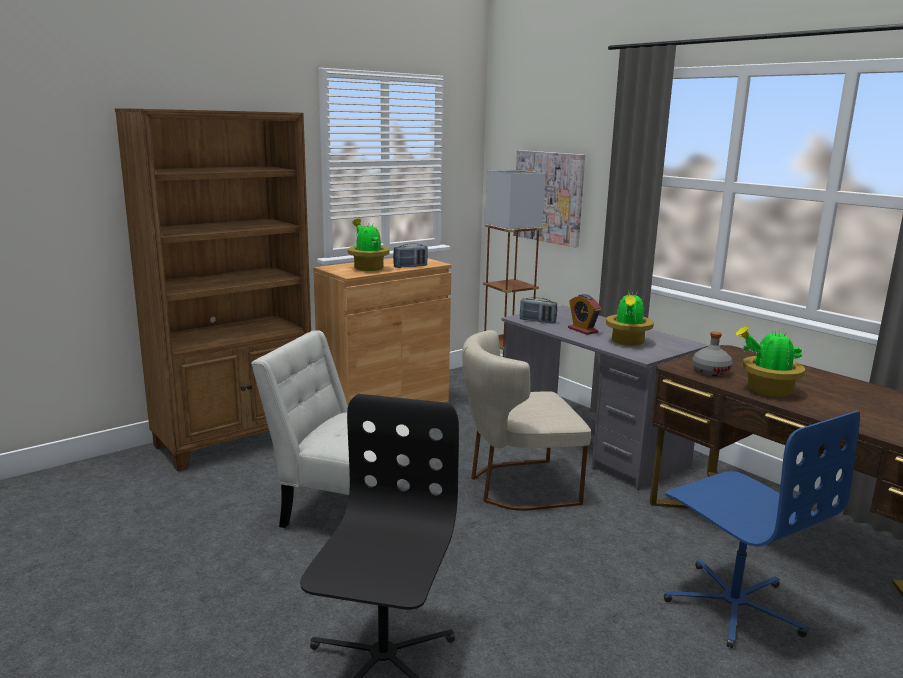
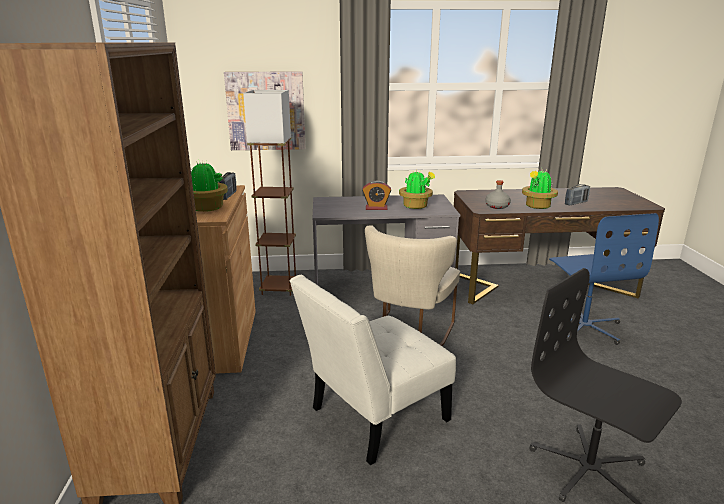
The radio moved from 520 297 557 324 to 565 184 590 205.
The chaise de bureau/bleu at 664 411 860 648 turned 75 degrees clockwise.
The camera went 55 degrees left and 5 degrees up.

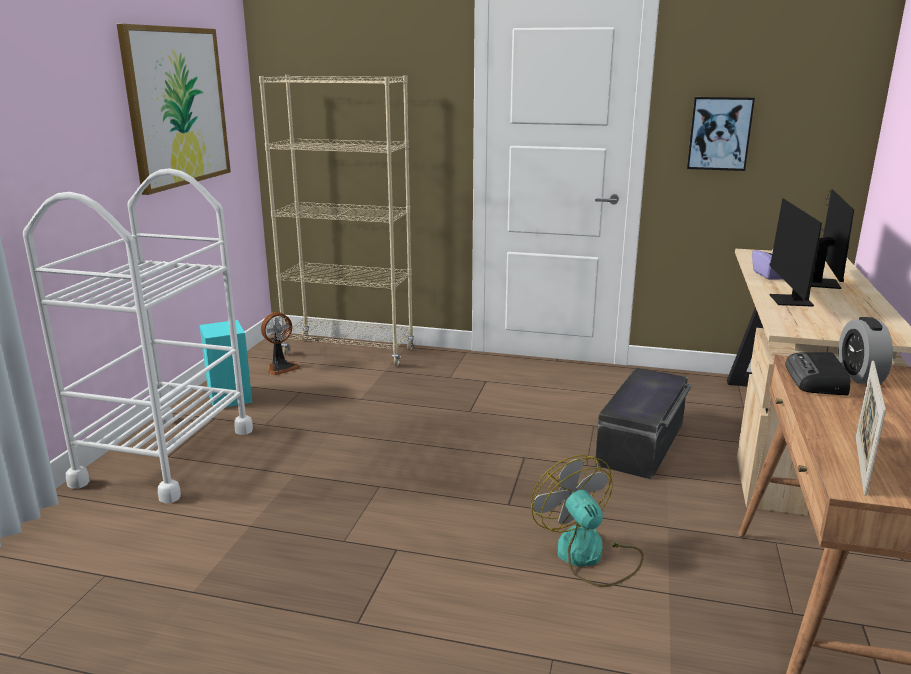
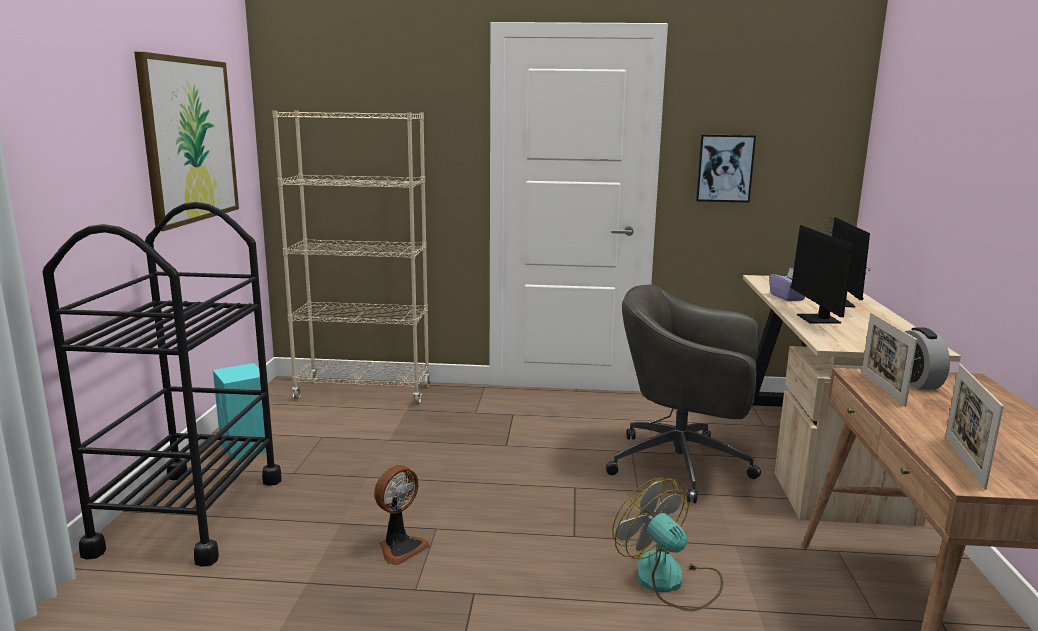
The chariot/blanc at 23 168 253 503 became the chariot/noir at 42 202 282 567.
The ventilateur moved from 261 312 300 376 to 374 465 430 565.
The boîte de rangement/noir at 595 368 691 480 was replaced by the chaise de bureau/gris at 606 284 761 503.
The radio at 785 352 851 396 was replaced by the cadre photo at 861 312 917 407.
The camera went 10 degrees left and 5 degrees down.

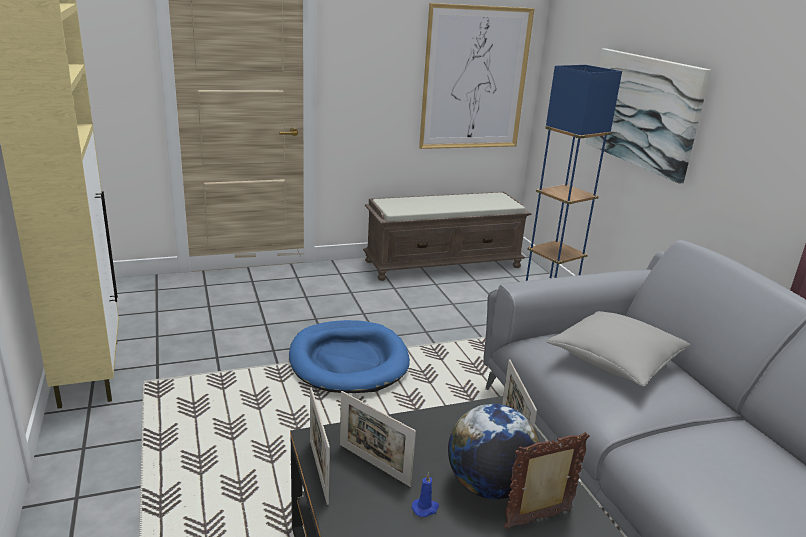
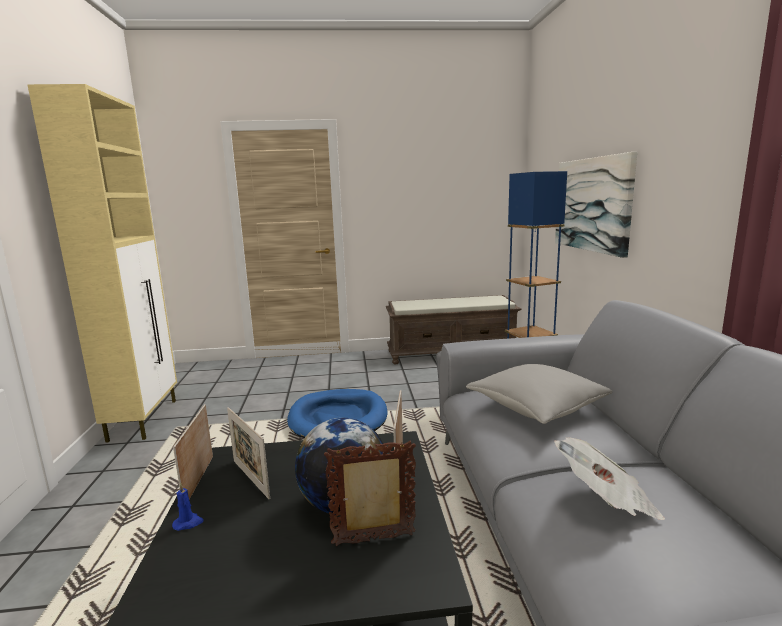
The bougie/bleu moved from 412 472 439 517 to 172 483 204 531.
The tableau at 419 3 535 149 disappeared.
The journal at 554 437 665 520 appeared.
The camera went 15 degrees right and 10 degrees down.

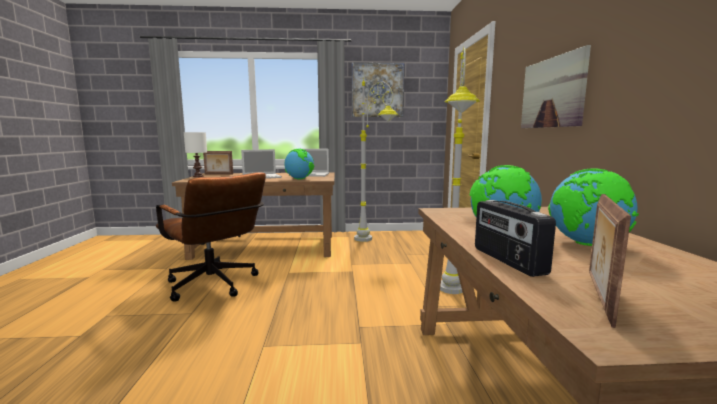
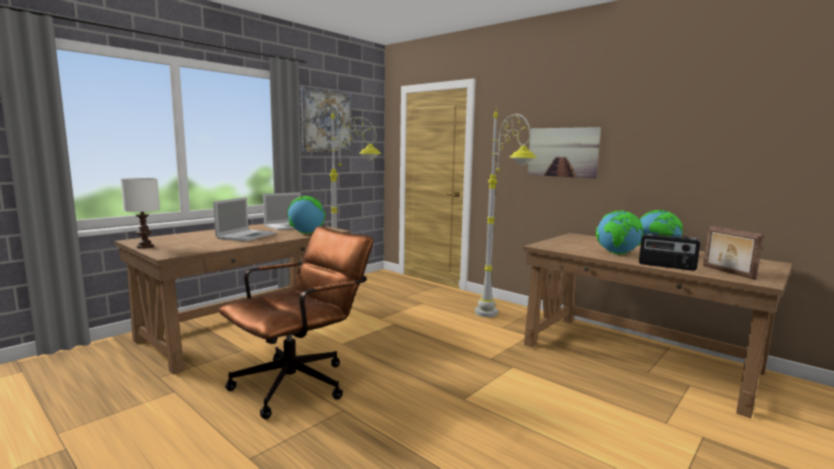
The chaise de bureau/marron at 156 172 266 302 turned 45 degrees counterclockwise.
The cadre photo at 203 151 233 175 disappeared.
The camera went 45 degrees left and 0 degrees up.

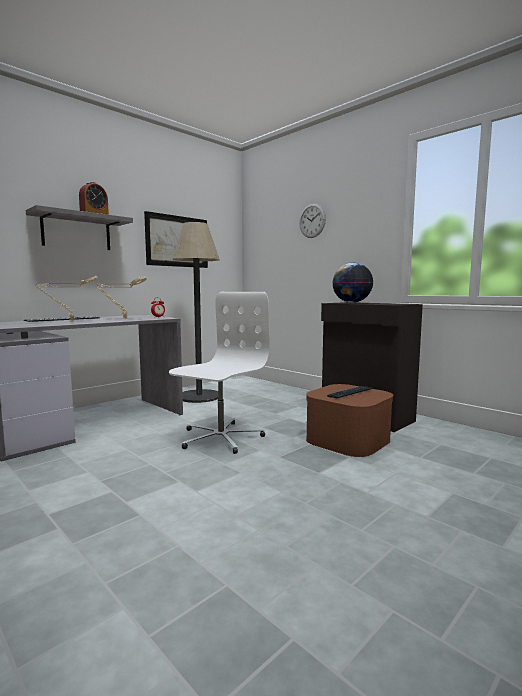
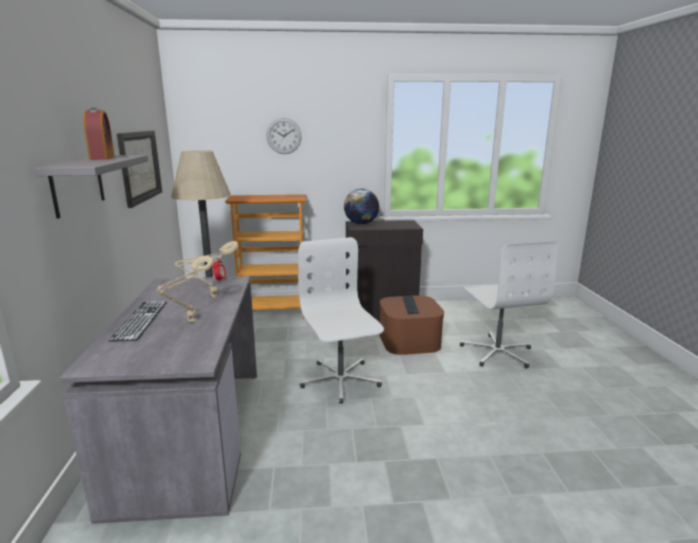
The bibliothèque at 225 194 306 318 appeared.
The chaise de bureau/blanc at 460 241 558 368 appeared.
The camera went 50 degrees left and 10 degrees up.

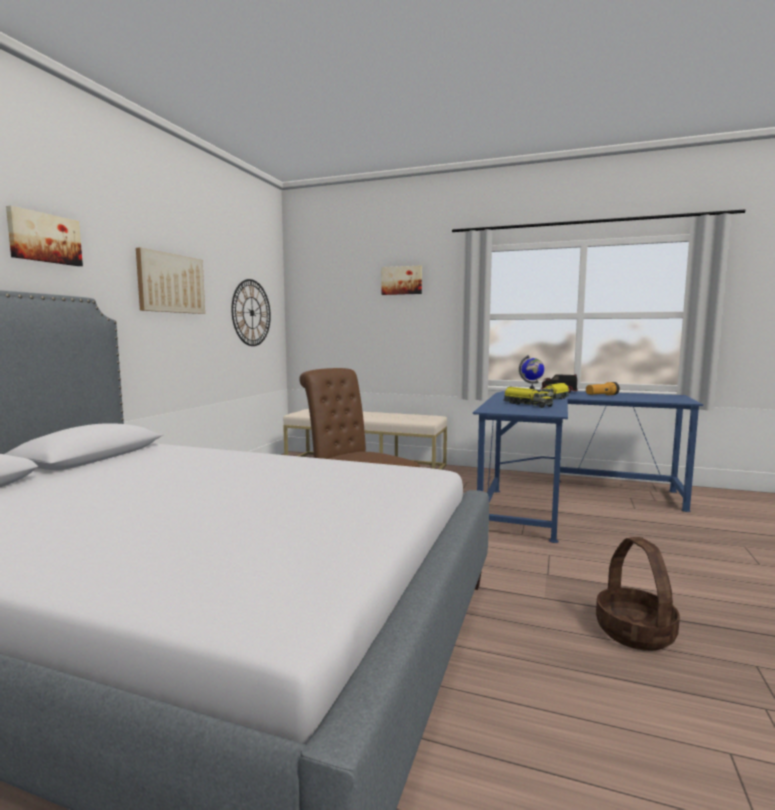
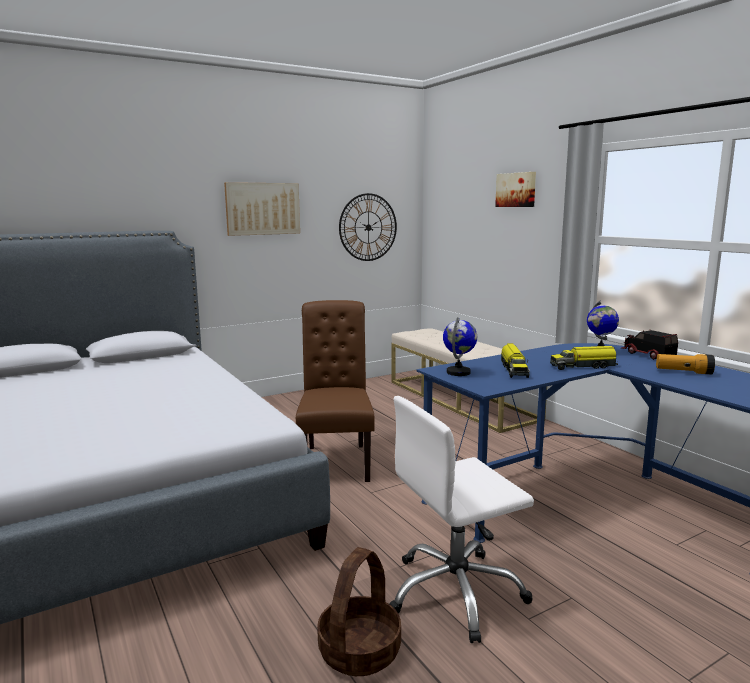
The tableau at 6 206 83 266 disappeared.
The chaise de bureau/blanc at 389 396 534 643 appeared.
The globe at 443 317 477 376 appeared.
The camera went 40 degrees right and 5 degrees up.

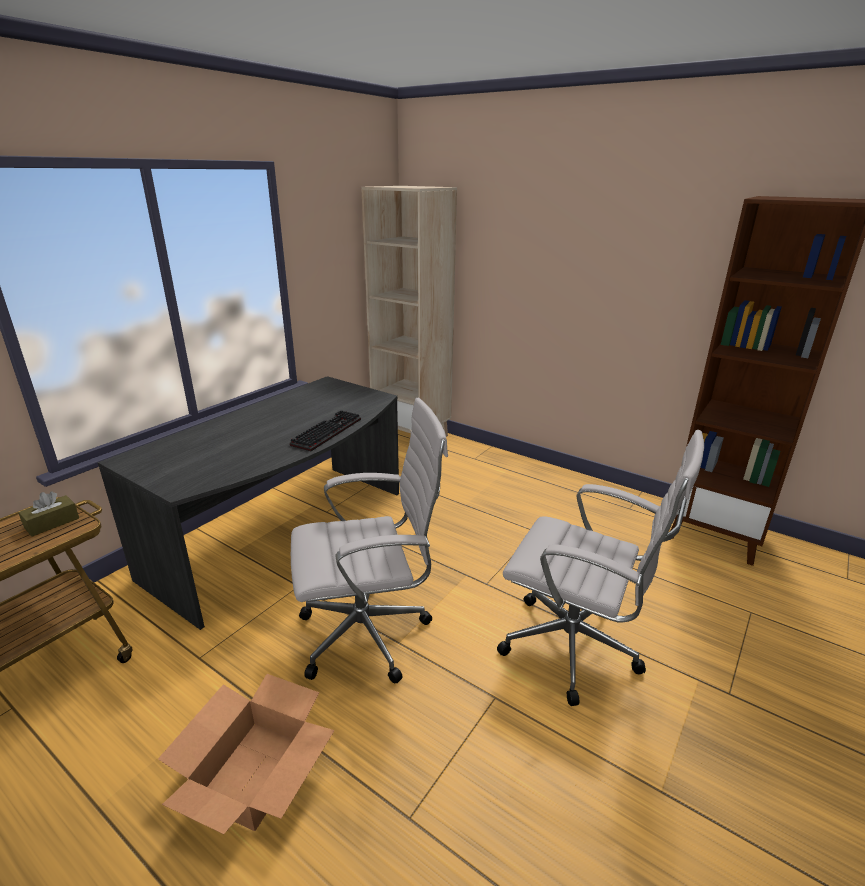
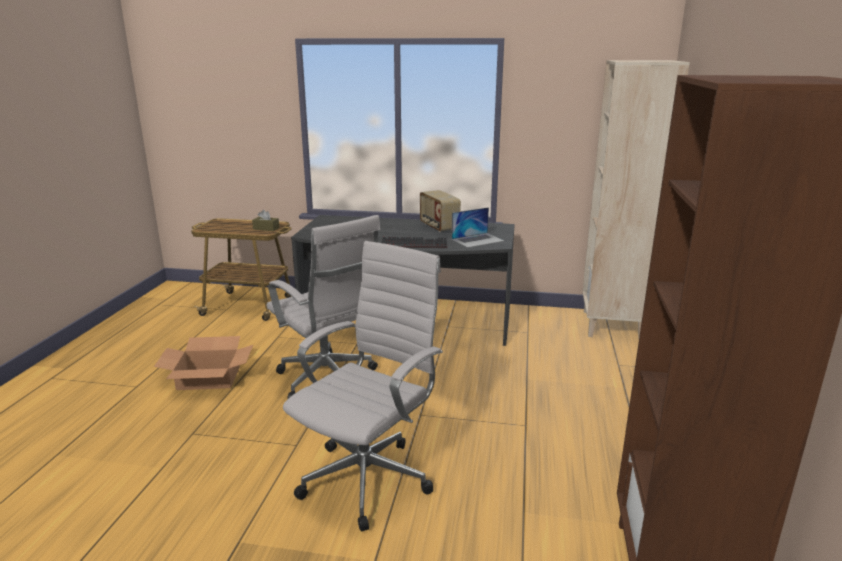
The chaise de bureau/blanc at 497 430 704 706 turned 150 degrees counterclockwise.
The radio at 420 190 461 232 appeared.
The ordinateur portable at 452 207 504 248 appeared.
The camera went 65 degrees right and 5 degrees down.

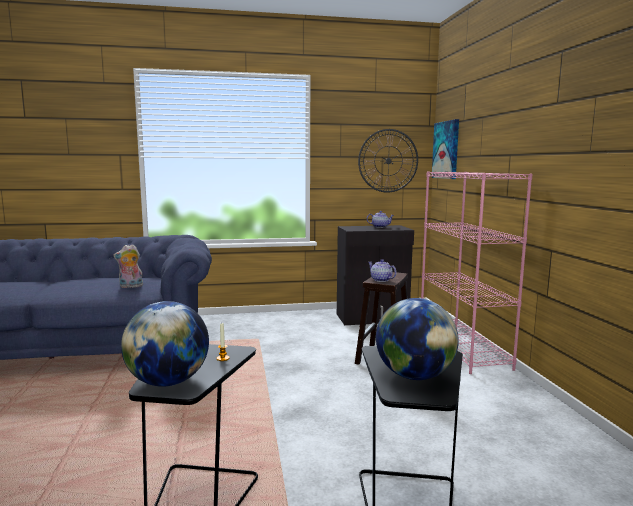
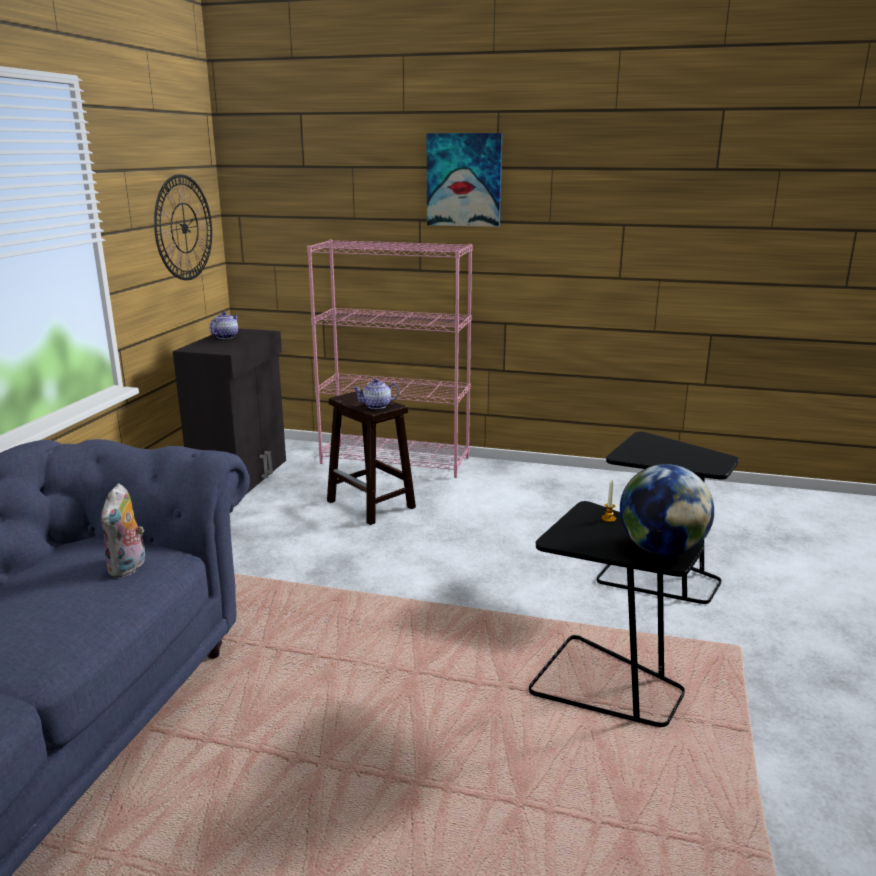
The globe at 376 298 459 380 disappeared.
The tableau moved from 432 119 459 179 to 427 133 502 227.
The camera went 65 degrees left and 10 degrees up.

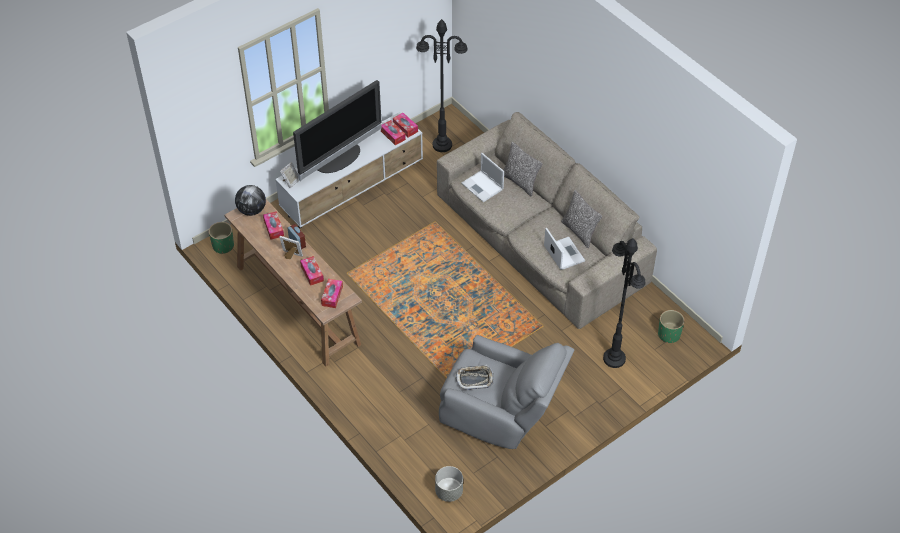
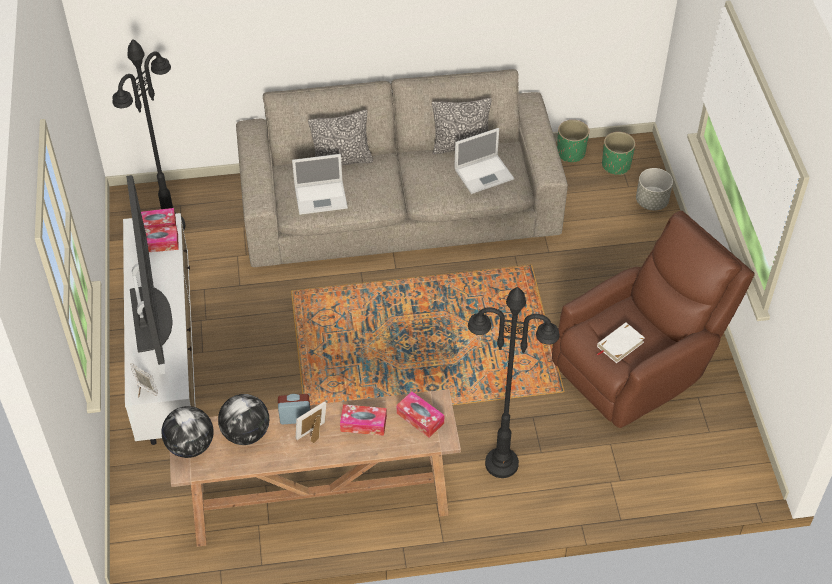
The cache-pot/vert moved from 209 222 234 254 to 557 120 589 162.
The boîte à mouchoirs at 263 211 284 240 was replaced by the globe at 218 394 269 445.
The cache-pot/gris moved from 435 466 463 502 to 636 168 673 210.
The fauteuil/gris at 439 335 575 449 became the fauteuil/marron at 552 211 755 428.
The plateau at 455 365 493 390 was replaced by the livre/blanc at 597 322 645 363.
The ordinateur portable at 544 228 585 270 turned 150 degrees clockwise.
The lampadaire/noir moved from 603 238 646 368 to 468 287 559 478.
The camera went 60 degrees left and 0 degrees up.

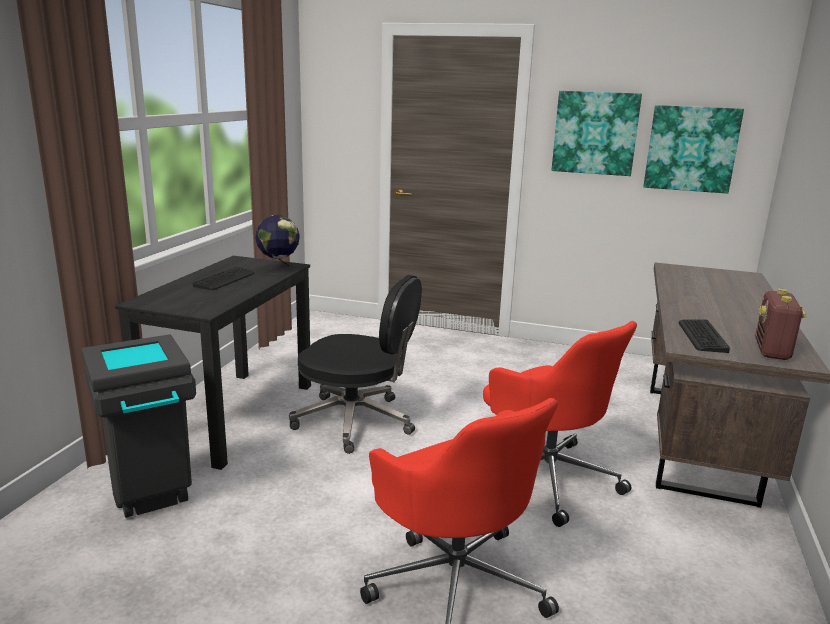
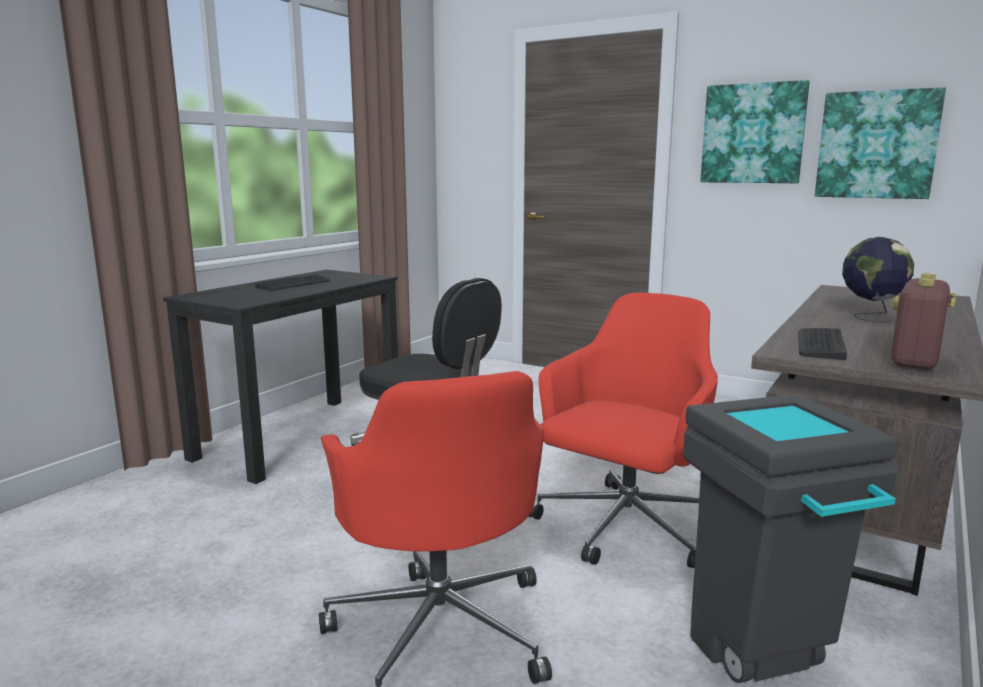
The poubelle/gris moved from 82 334 196 518 to 683 394 898 683.
The globe moved from 255 215 300 274 to 842 237 914 322.
The chaise de bureau/rouge at 483 321 637 527 turned 120 degrees counterclockwise.
The camera went 15 degrees right and 5 degrees down.

